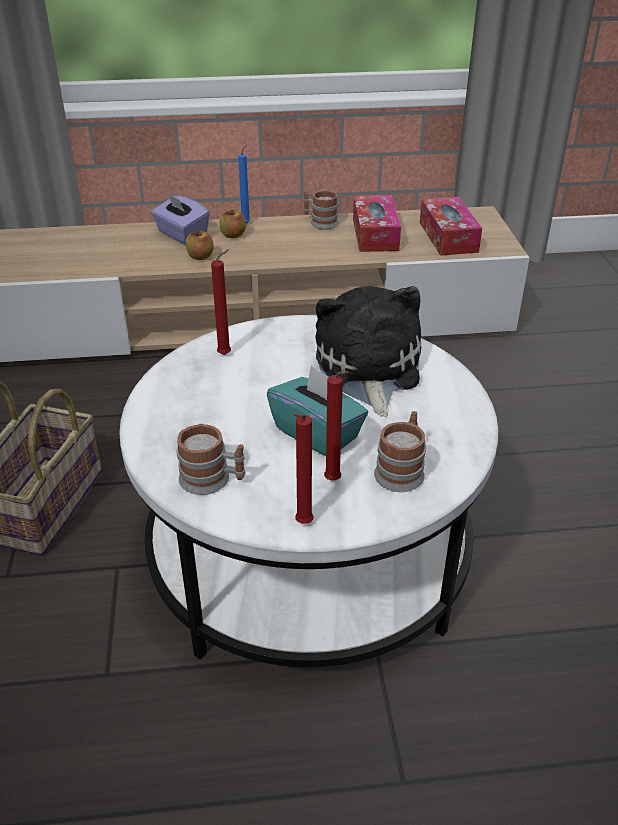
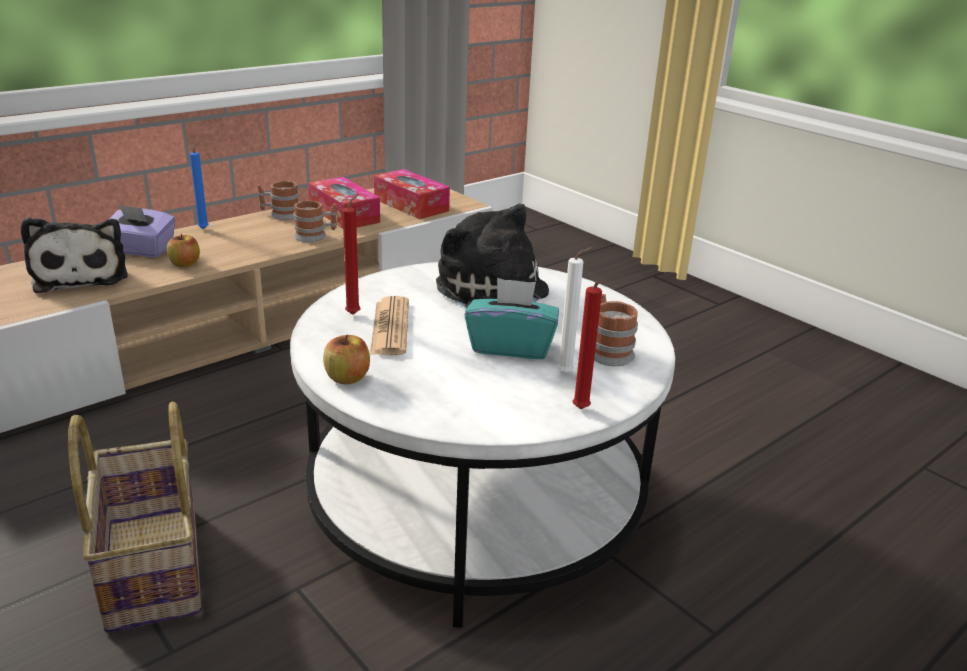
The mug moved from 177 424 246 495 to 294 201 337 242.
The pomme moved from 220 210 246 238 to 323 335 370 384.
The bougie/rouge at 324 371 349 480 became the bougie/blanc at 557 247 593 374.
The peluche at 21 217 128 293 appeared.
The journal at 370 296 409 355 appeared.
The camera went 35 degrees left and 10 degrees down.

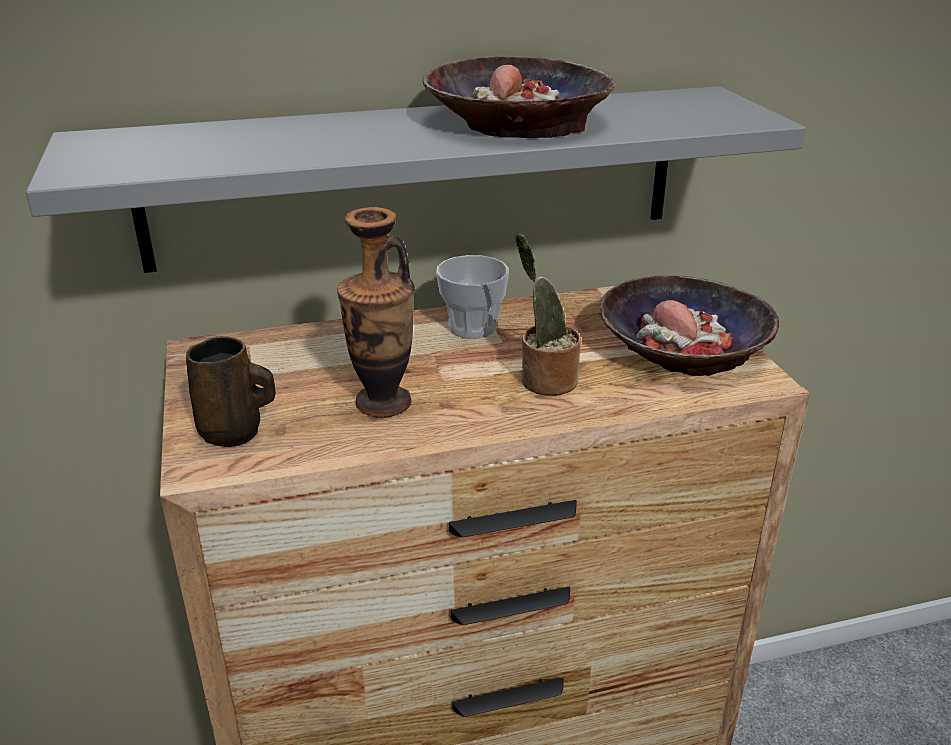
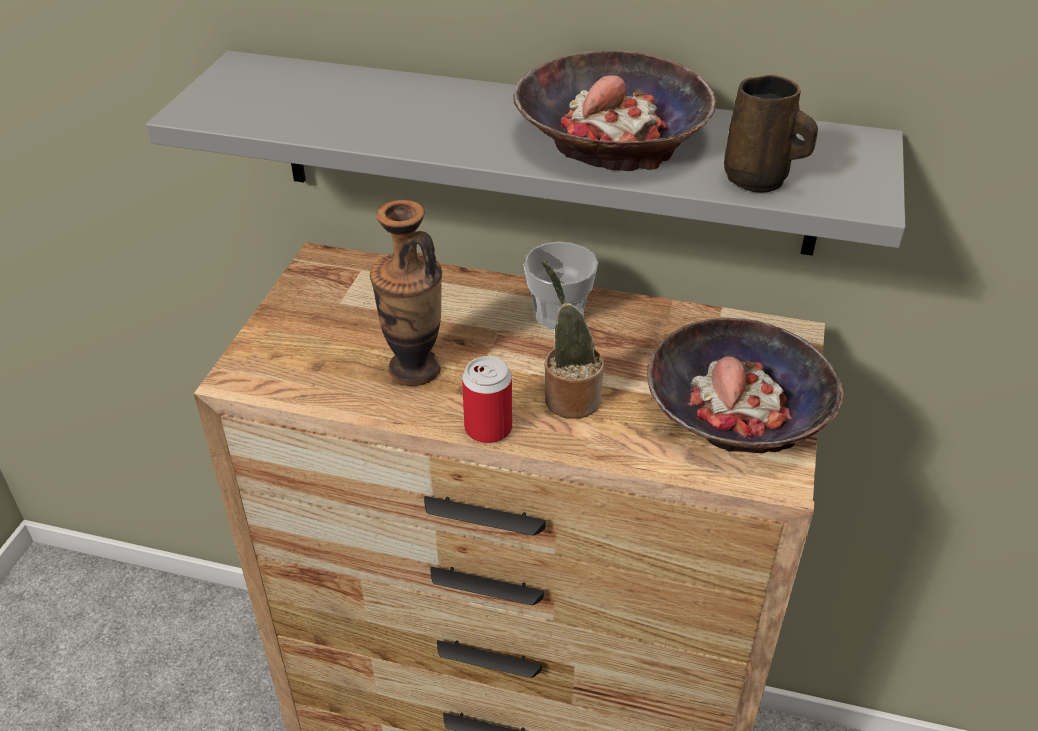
The mug/marron moved from 186 336 276 447 to 724 75 818 193.
The boîte métallique at 462 356 512 443 appeared.
The camera went 30 degrees right and 10 degrees up.

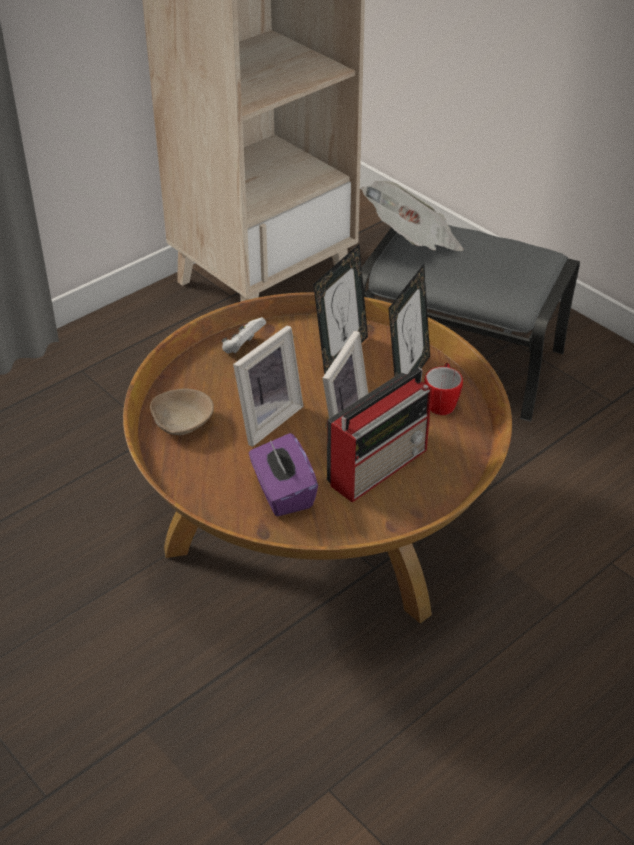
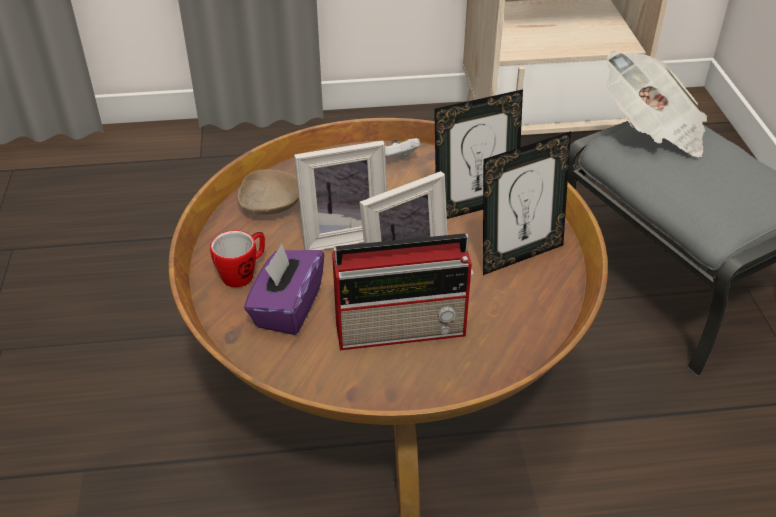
The mug moved from 424 363 463 415 to 210 230 265 287.
The camera went 35 degrees right and 0 degrees up.

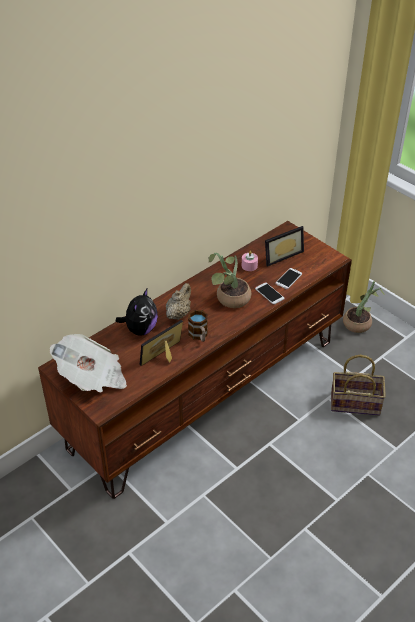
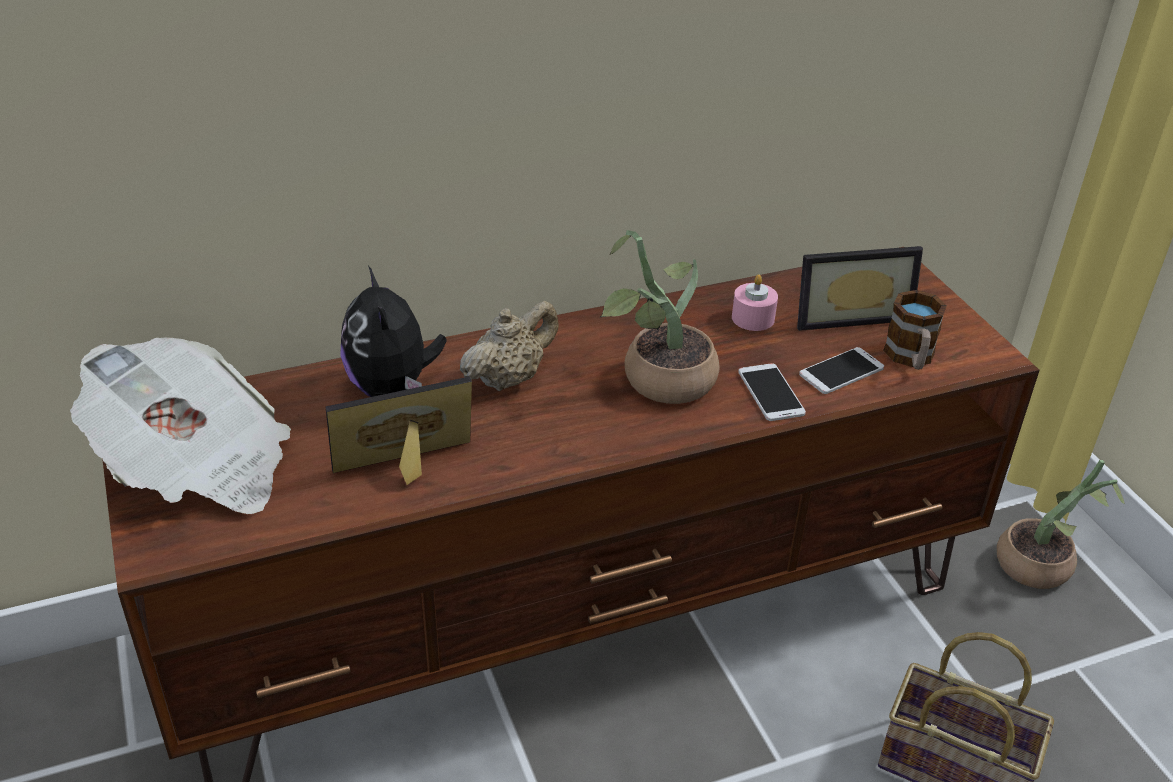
The peluche at 116 289 158 336 turned 120 degrees clockwise.
The mug moved from 188 310 208 342 to 883 290 947 370.
The camera went 20 degrees right and 5 degrees down.

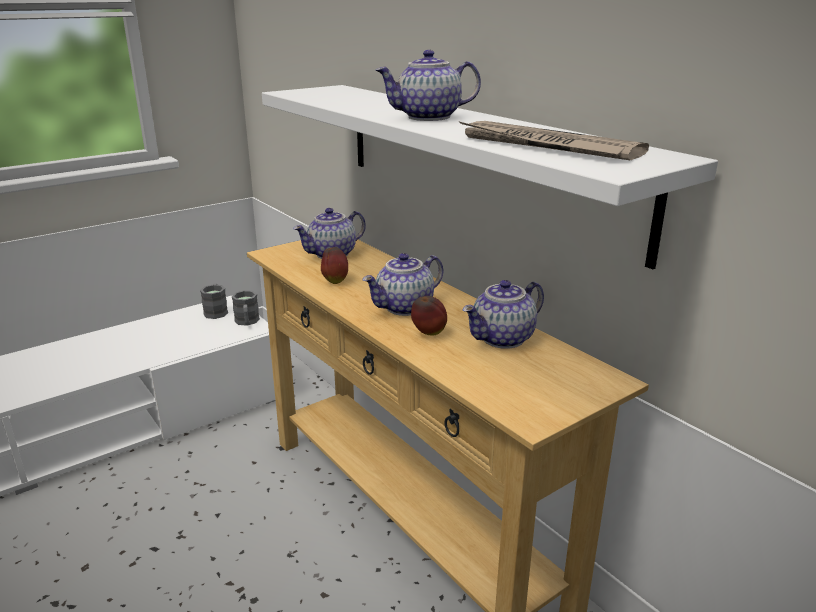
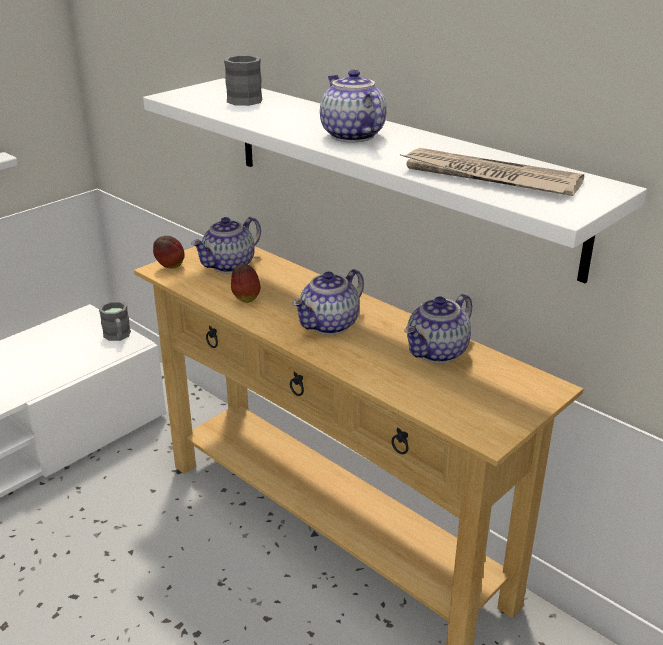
The mug/gris moved from 200 283 228 319 to 224 55 262 106.
The théière at 376 50 481 121 turned 90 degrees clockwise.
The pomme moved from 411 296 447 335 to 153 236 185 269.
The camera went 10 degrees left and 5 degrees up.

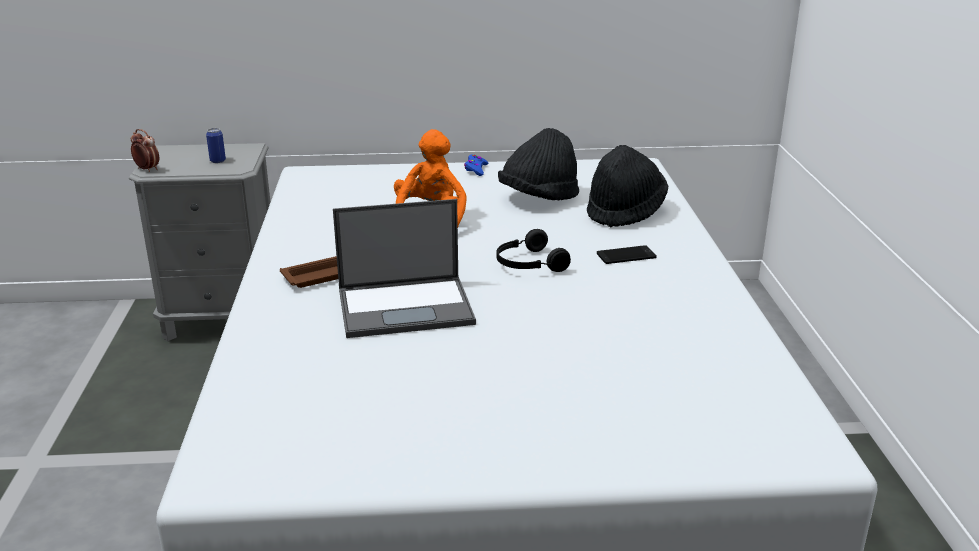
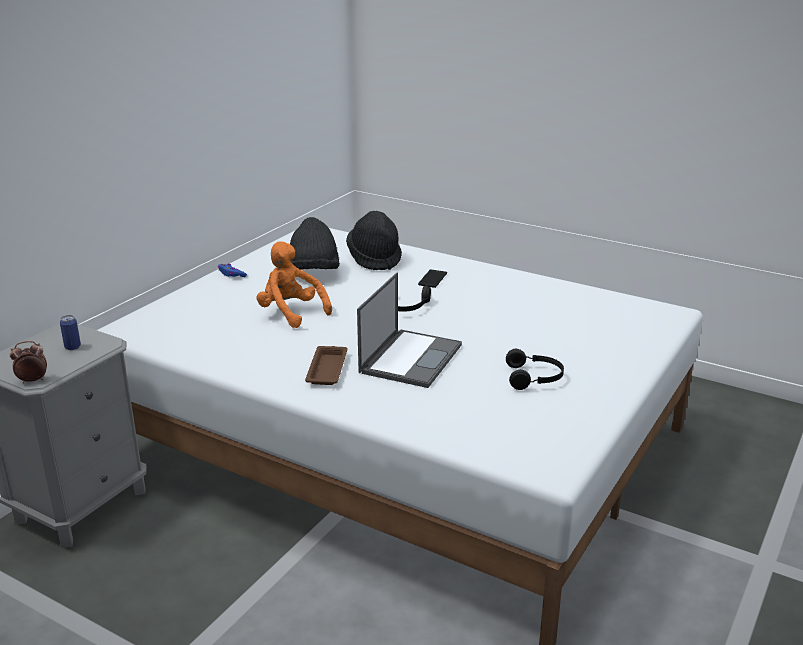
The casque audio/noir at 506 349 564 390 appeared.
The camera went 55 degrees left and 0 degrees up.

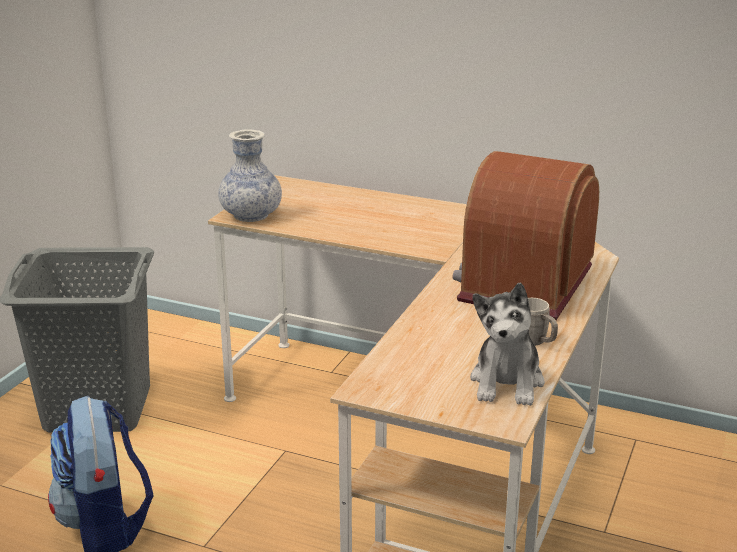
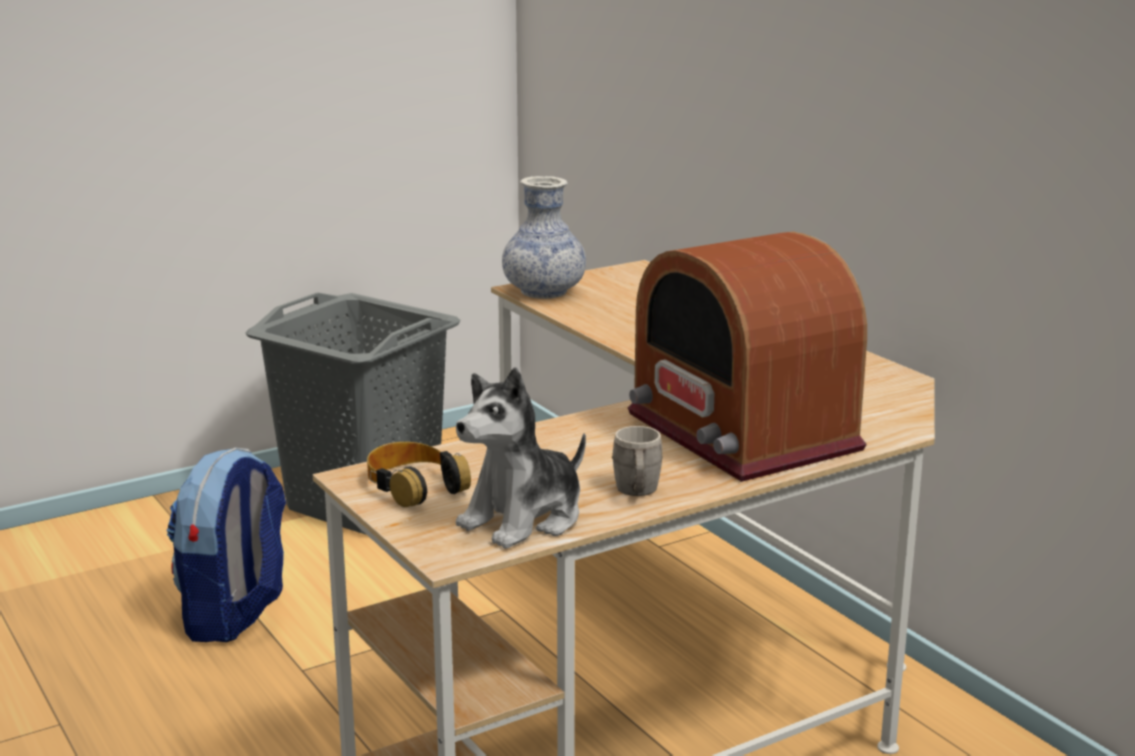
The radio at 452 151 599 320 turned 90 degrees counterclockwise.
The casque audio at 367 442 471 507 appeared.
The camera went 35 degrees right and 5 degrees down.

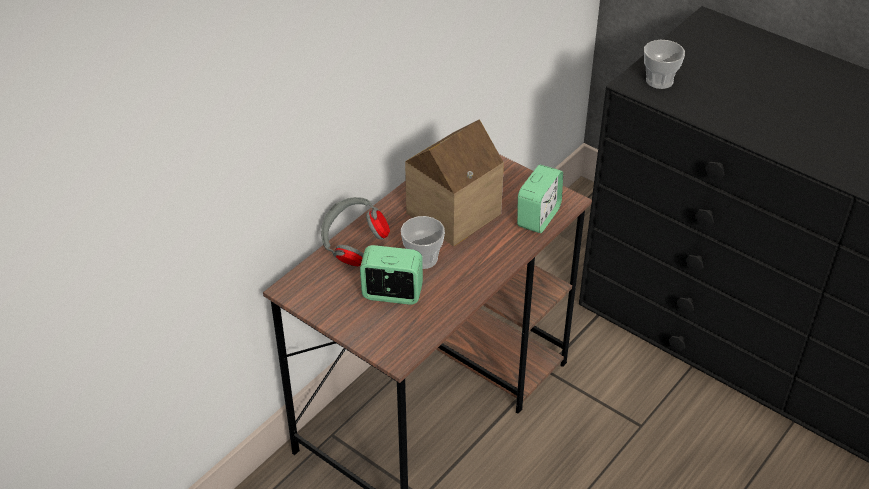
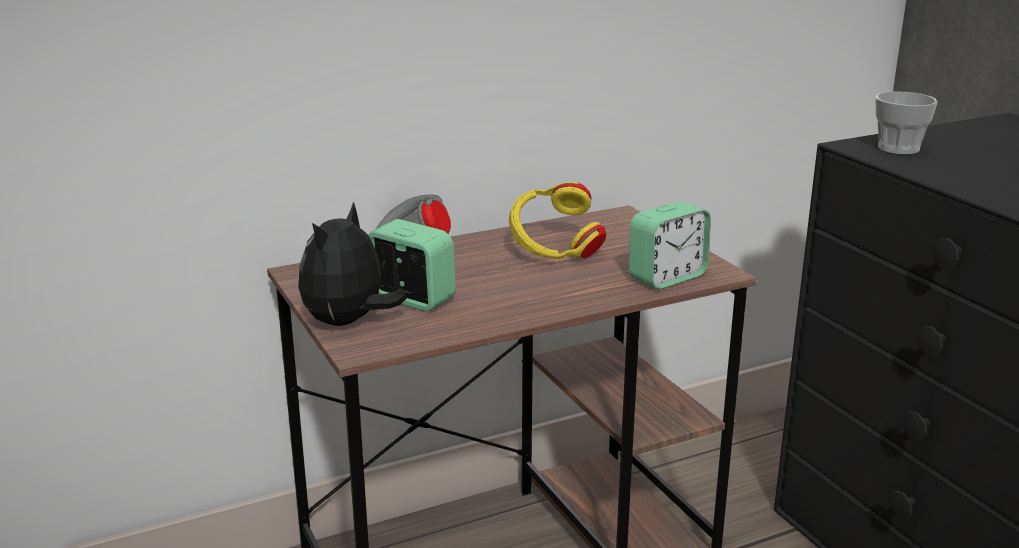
The tasse at 401 216 445 269 disappeared.
The maison miniature at 405 119 504 247 was replaced by the casque audio/jaune at 509 182 606 259.
The peluche at 298 202 407 326 appeared.
The camera went 25 degrees right and 20 degrees down.

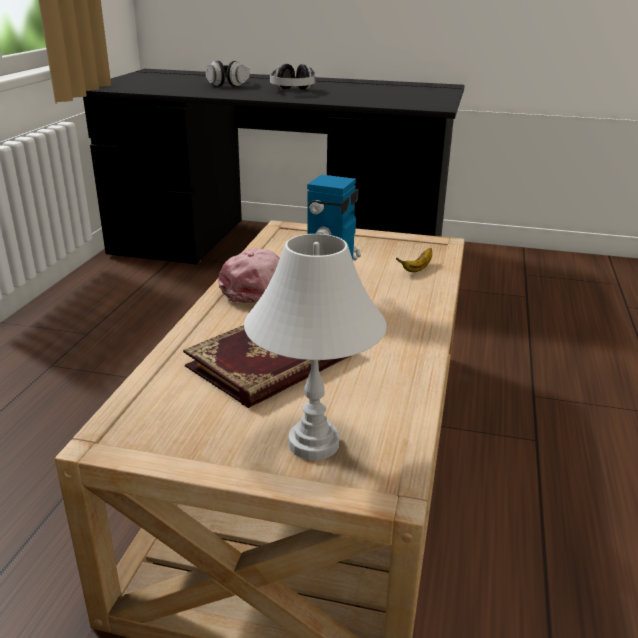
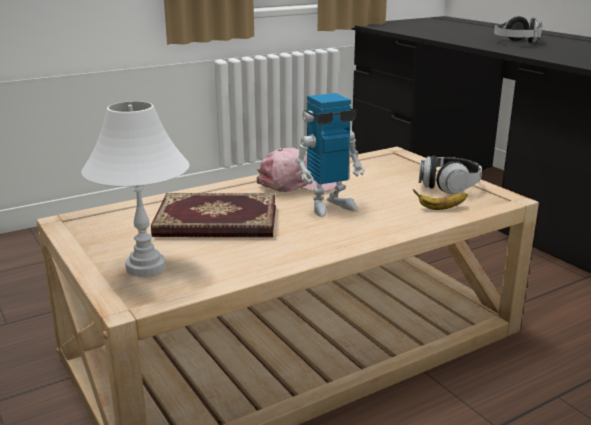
The casque audio moved from 205 61 250 86 to 419 156 482 194.
The camera went 45 degrees right and 5 degrees down.

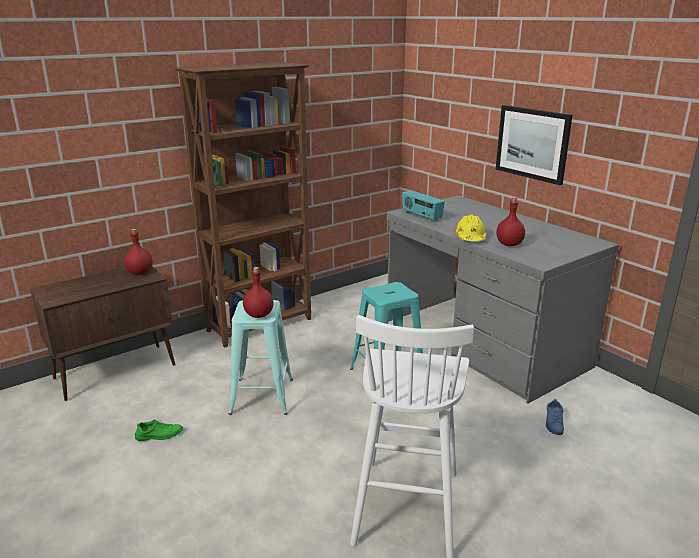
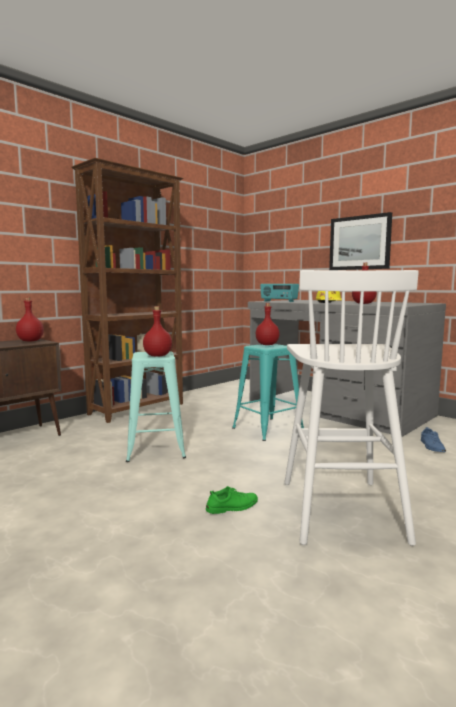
The chaussure/vert moved from 135 419 183 441 to 206 486 258 514.
The bouteille/rouge at 256 303 280 345 appeared.
The camera went 10 degrees left and 15 degrees down.

